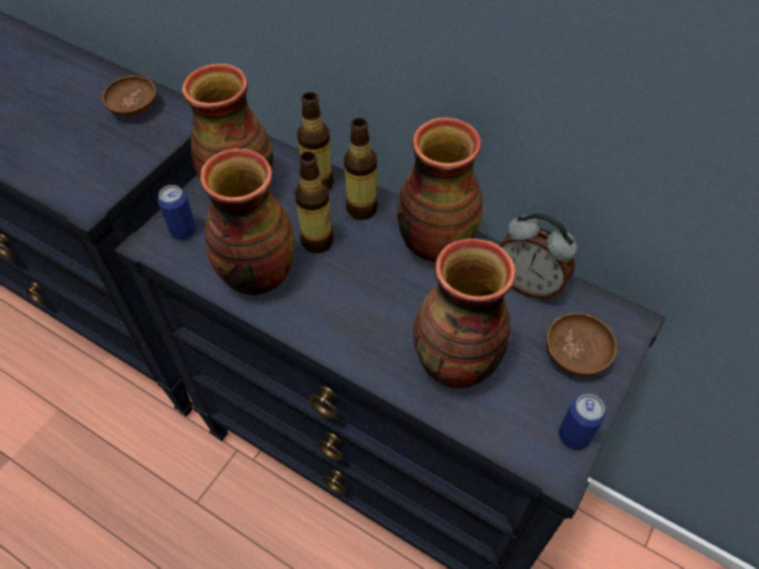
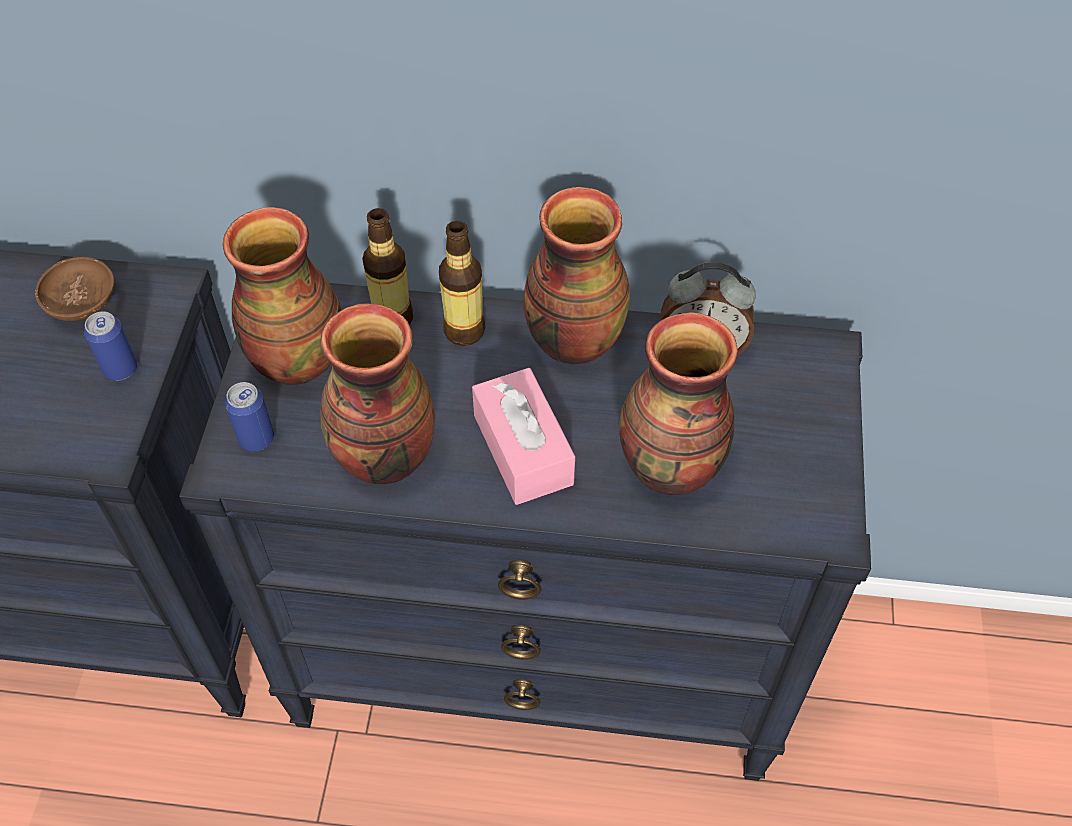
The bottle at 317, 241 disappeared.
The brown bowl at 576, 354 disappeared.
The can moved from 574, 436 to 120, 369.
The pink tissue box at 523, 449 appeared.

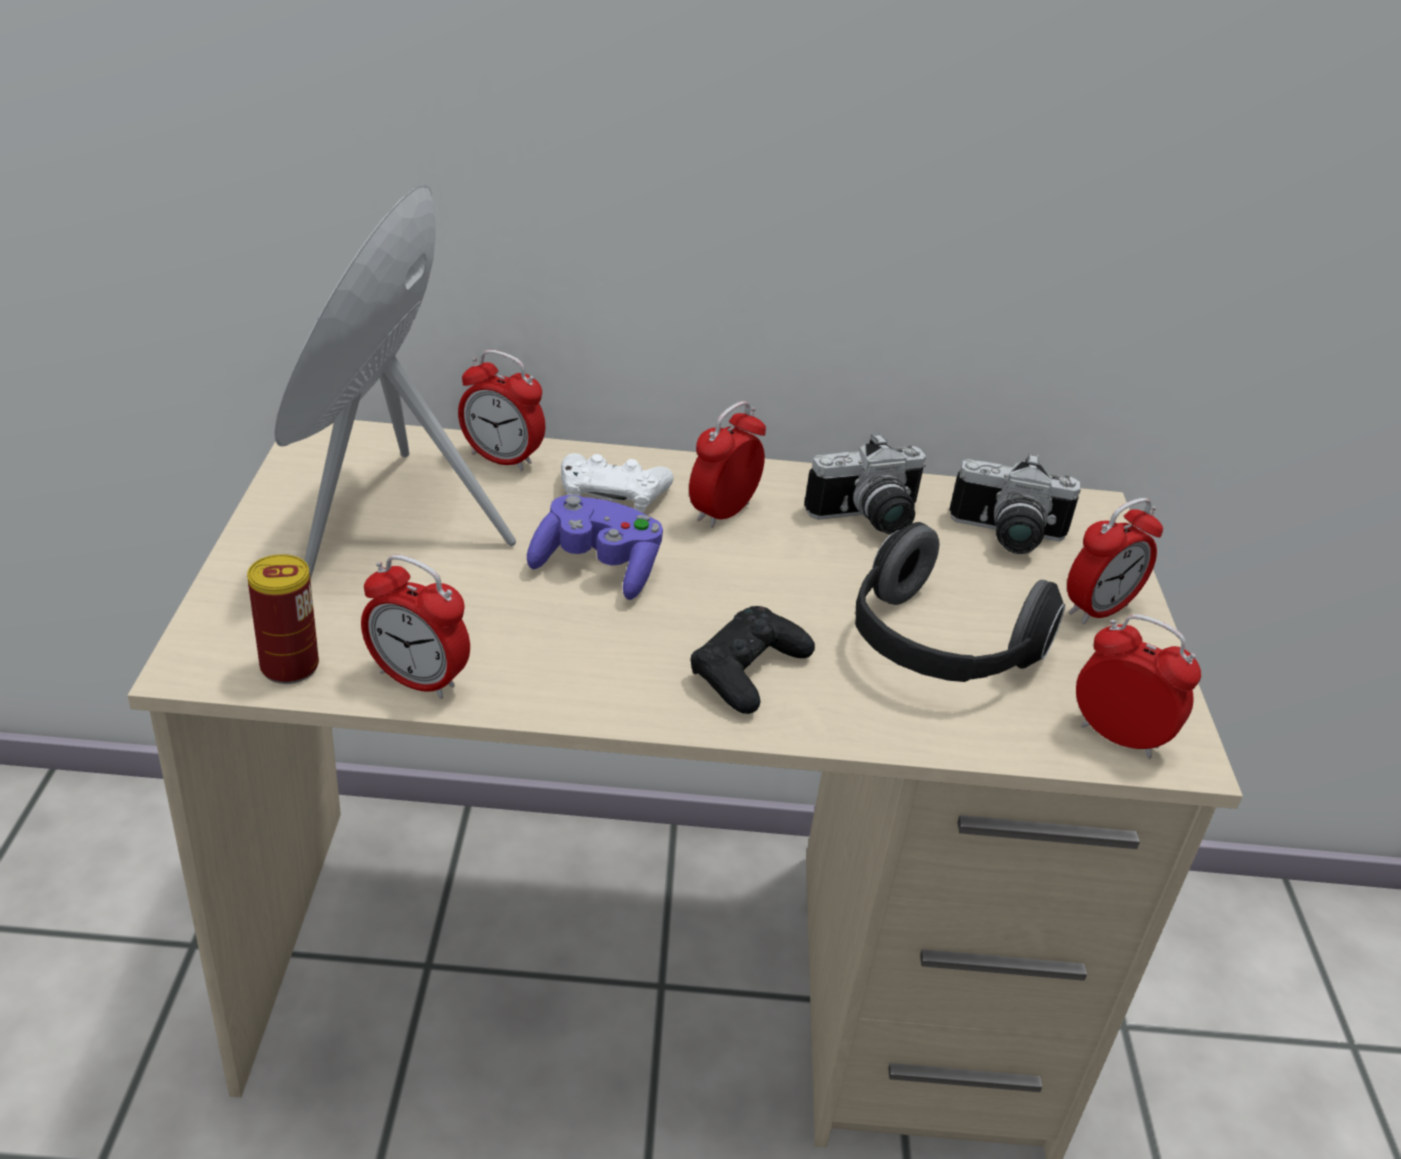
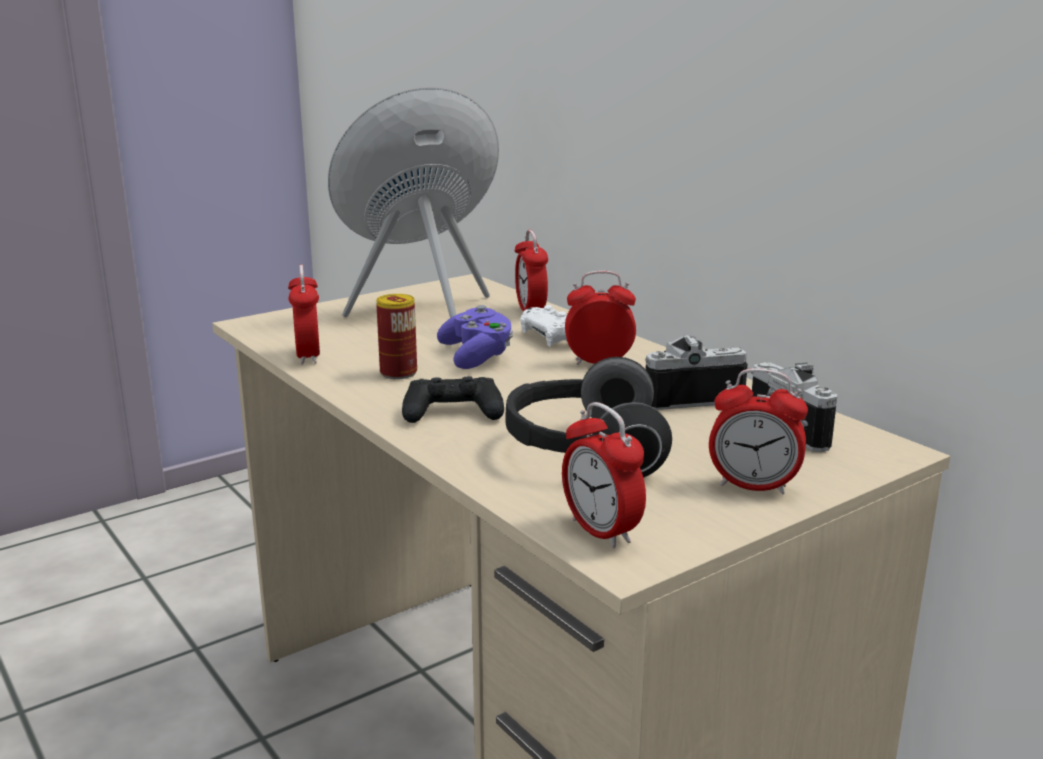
The can moved from 289, 666 to 398, 373.
The photo camera at 869, 520 turned 135 degrees clockwise.
The alarm clock at 1118, 737 turned 150 degrees clockwise.

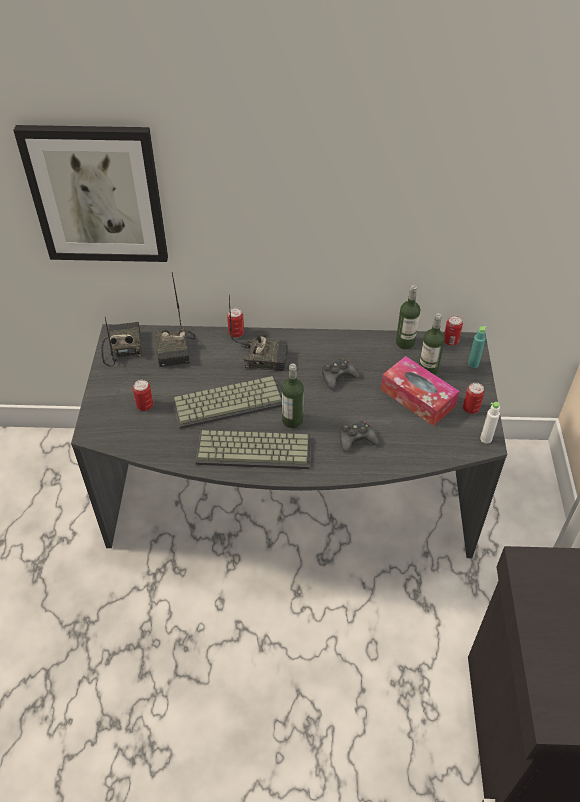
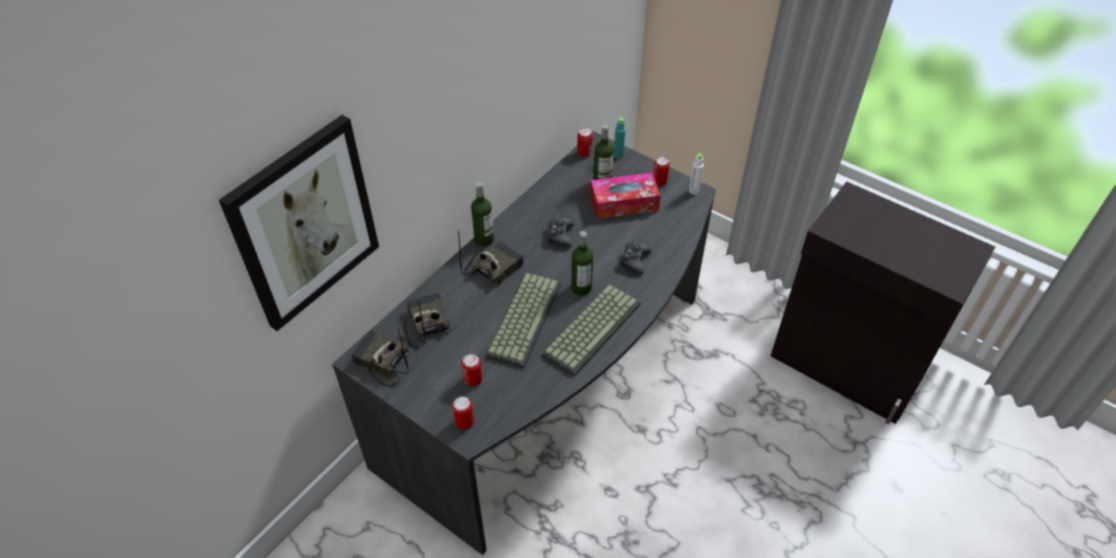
The radio at 176, 350 turned 135 degrees counterclockwise.
The can moved from 236, 333 to 464, 422.
The bottle moved from 405, 343 to 484, 239.

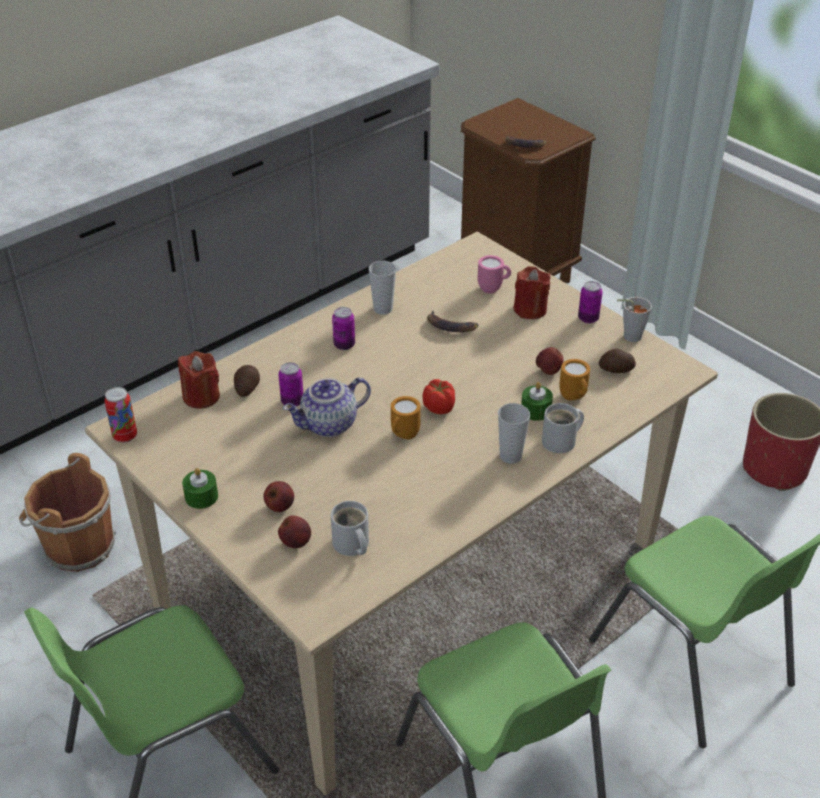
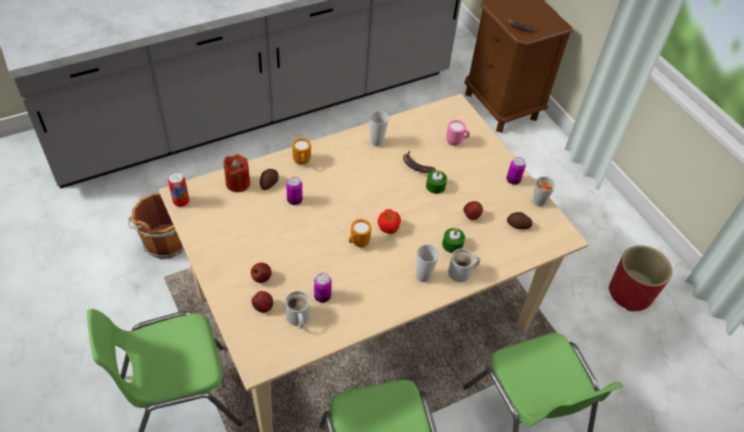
The green candle moved from 201, 496 to 435, 186.
The teapot at 329, 425 disappeared.
The can moved from 344, 345 to 322, 296.
The red candle at 530, 310 disappeared.
The orange mug moved from 574, 398 to 302, 163.

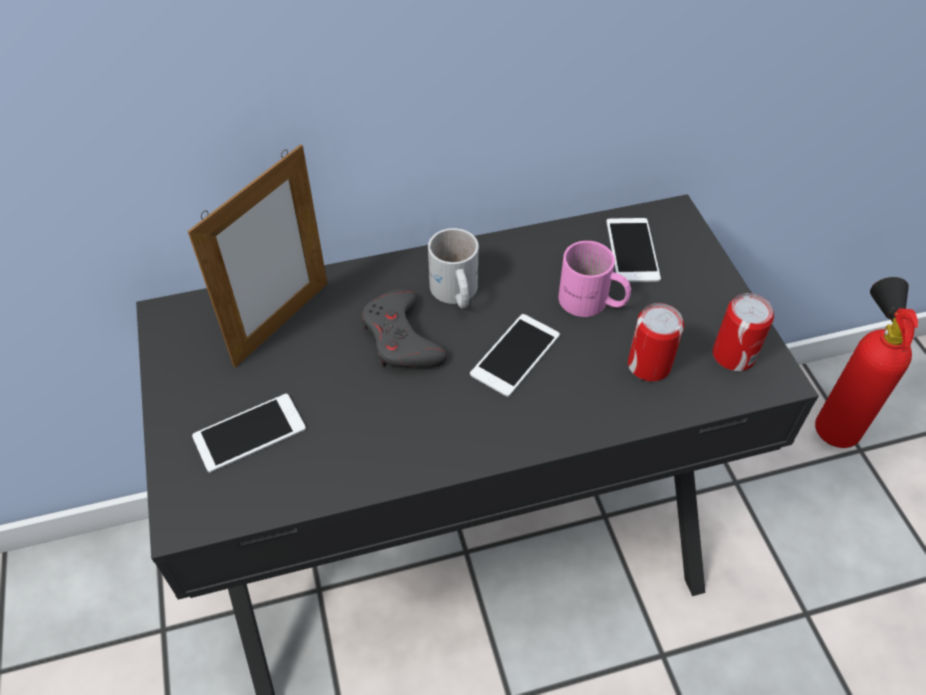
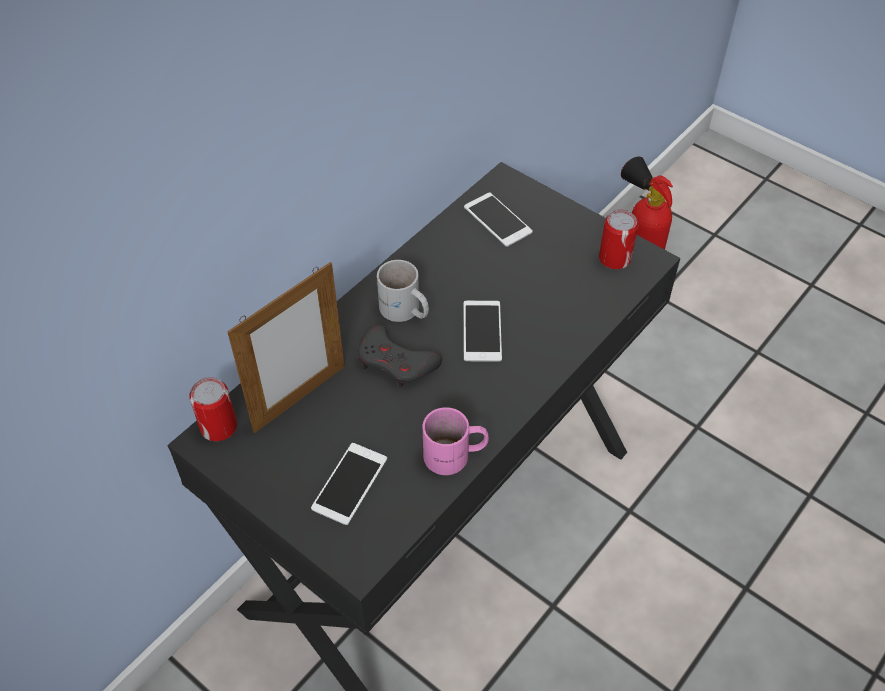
The picture frame at 282, 323 turned 45 degrees clockwise.
The pink mug moved from 591, 303 to 455, 456.
The can moved from 649, 365 to 218, 427.

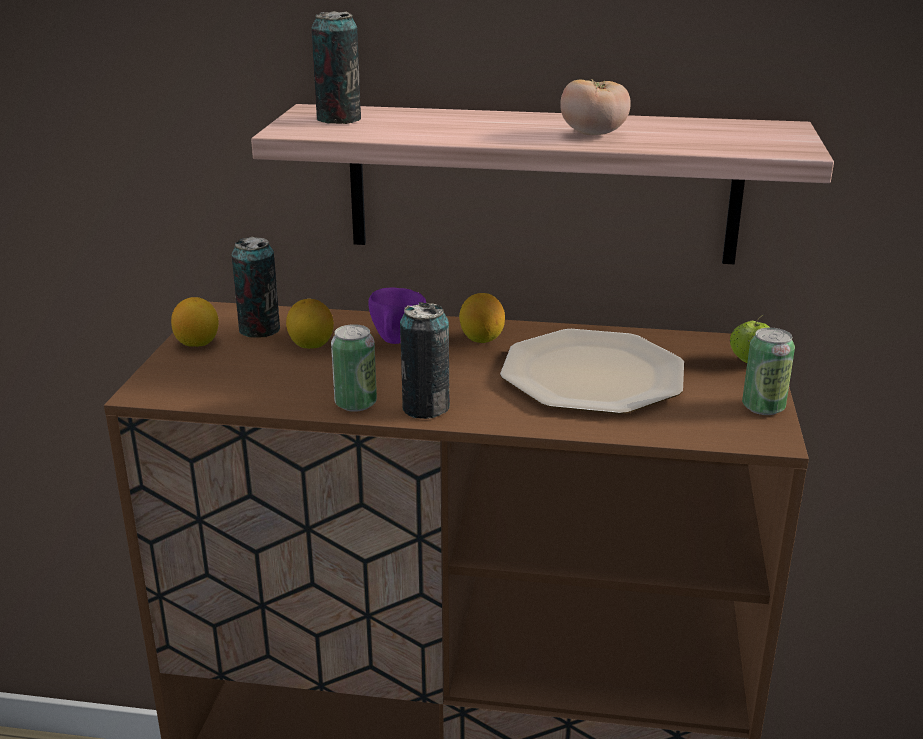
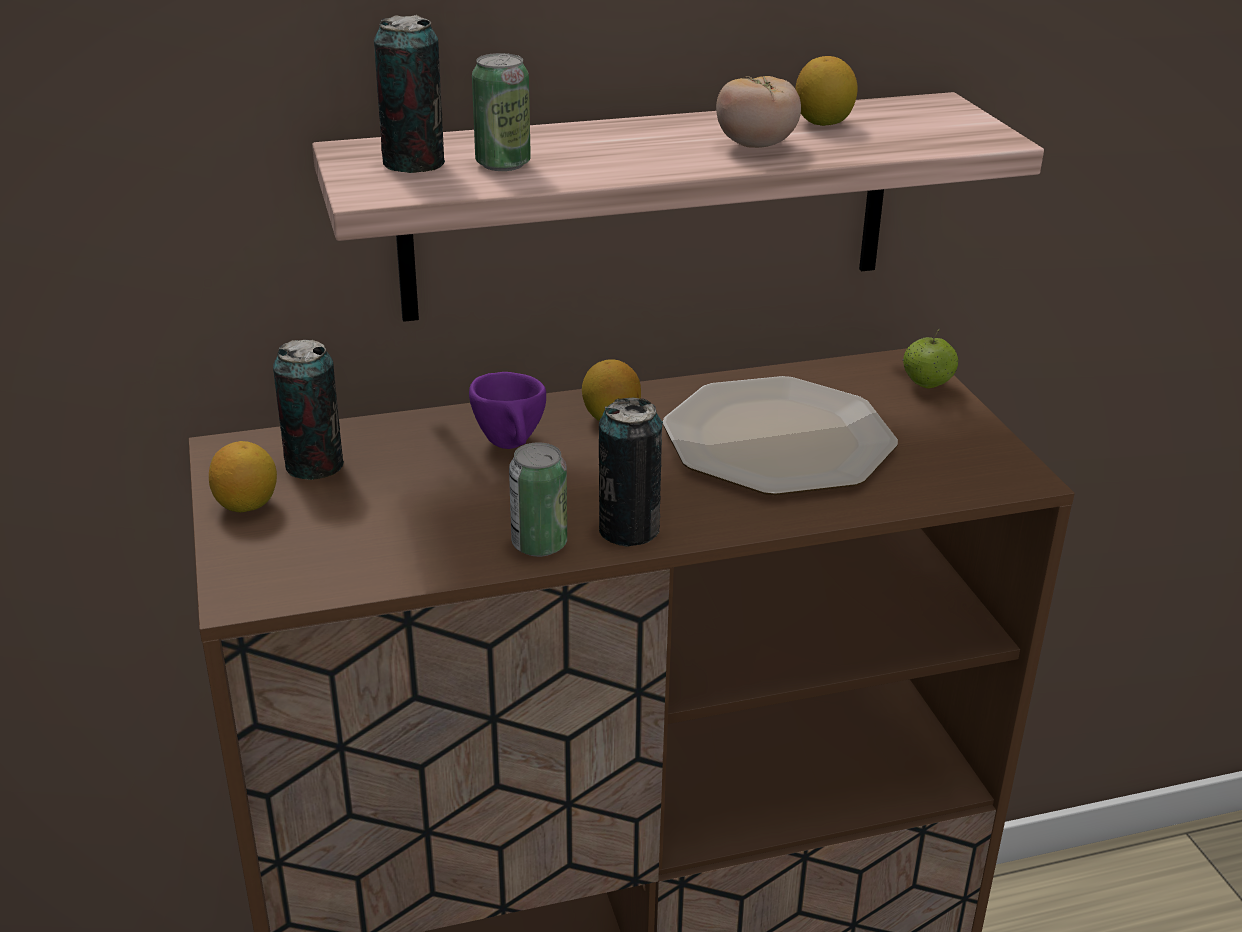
The lemon moved from 311, 345 to 823, 123.
The can moved from 763, 407 to 503, 164.

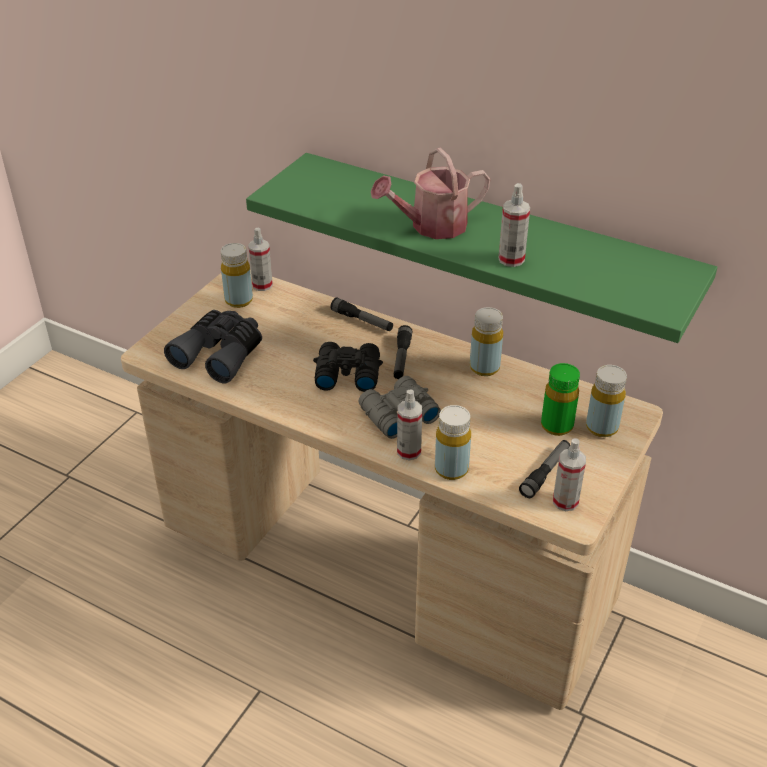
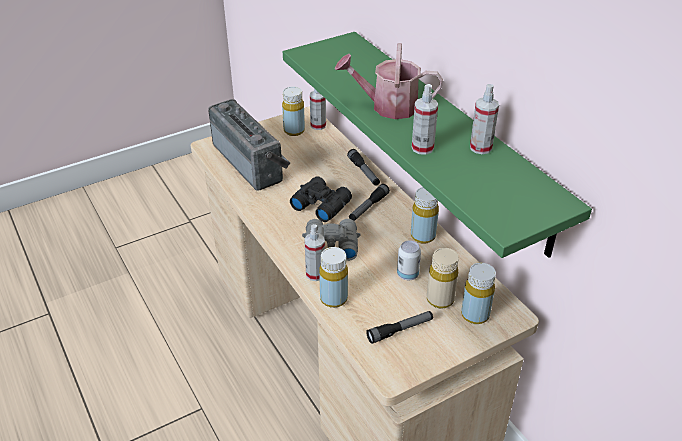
The grey binoculars at 220, 353 was replaced by the radio at 252, 161.
The green bottle at 556, 426 became the beige bottle at 440, 299.
The spray bottle moved from 565, 501 to 480, 148.
The can at 407, 274 appeared.

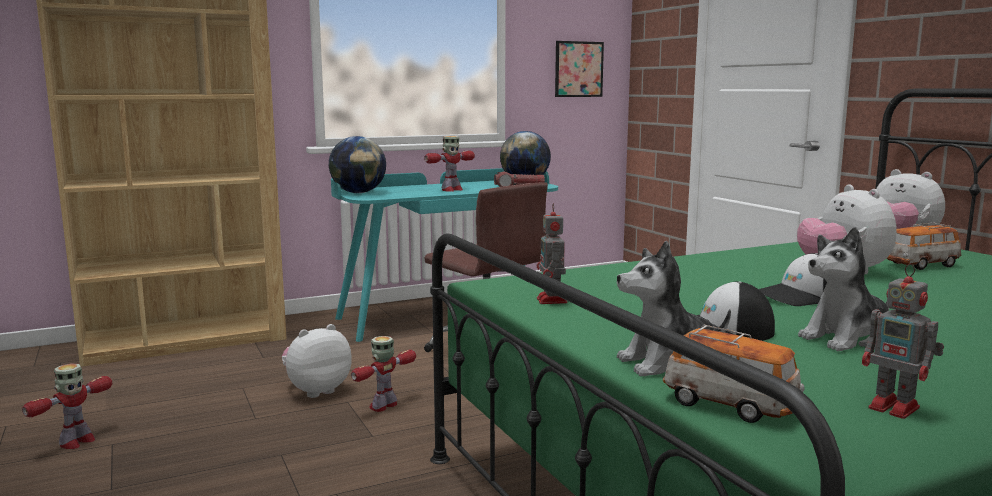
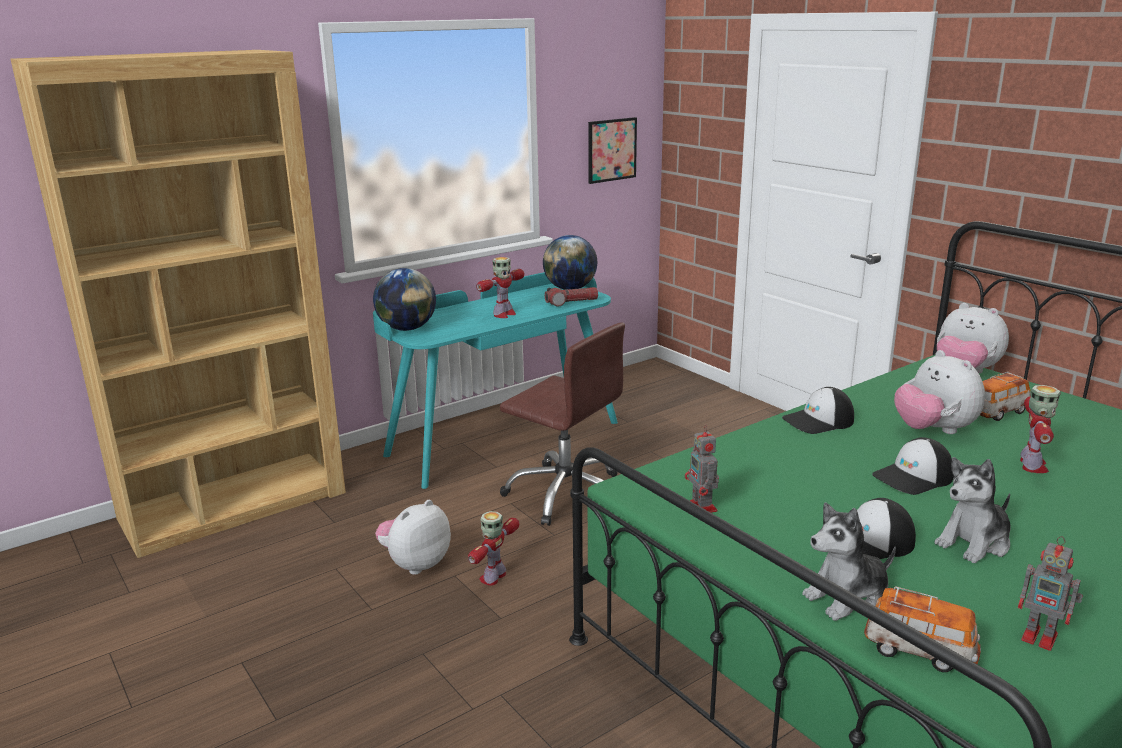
The toy robot moved from 76, 442 to 1032, 466.
The cap at 818, 421 appeared.

